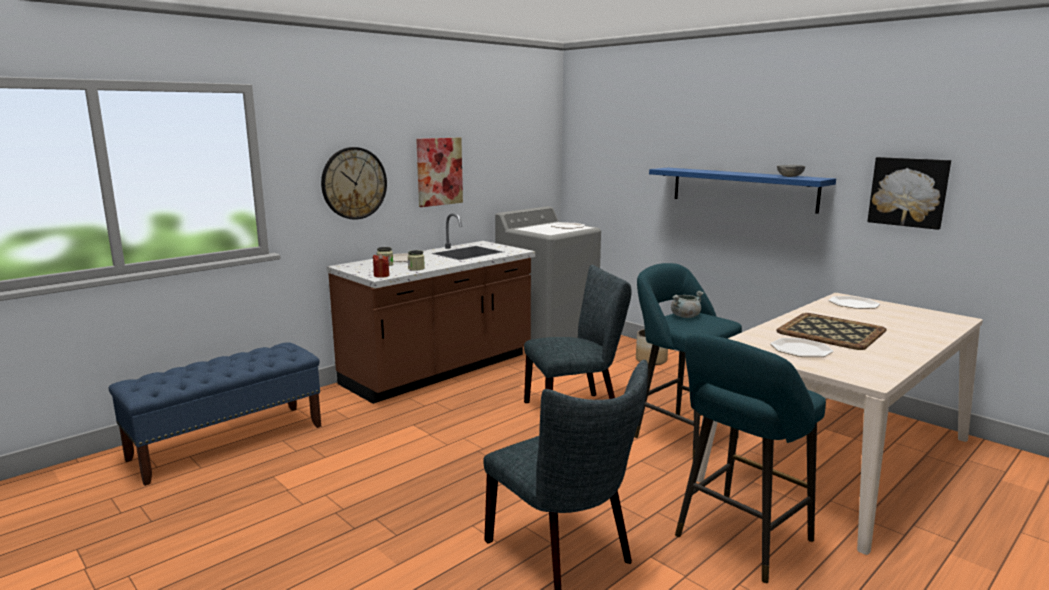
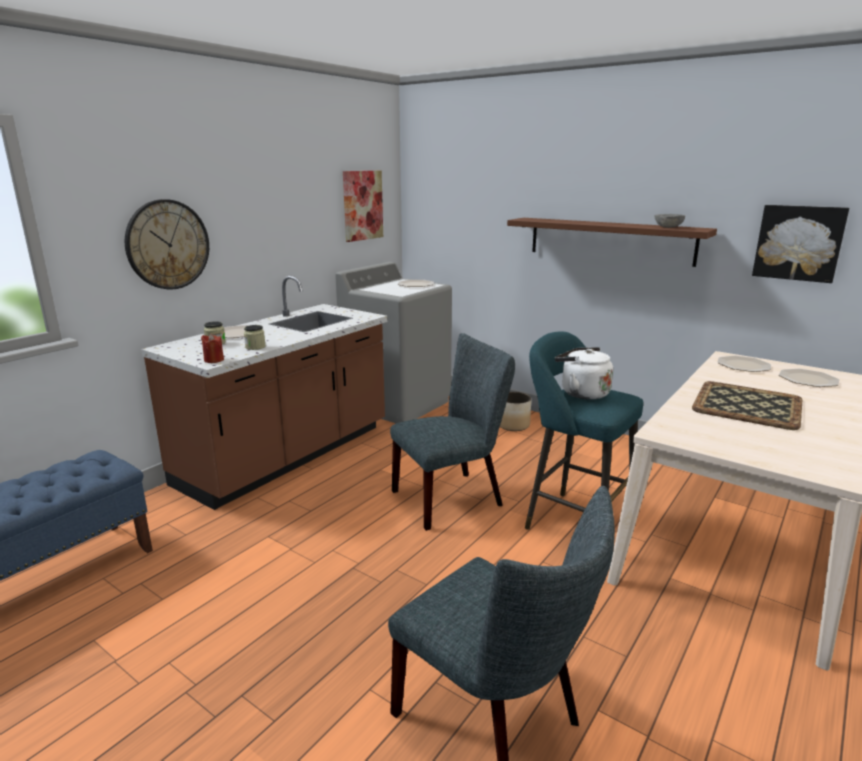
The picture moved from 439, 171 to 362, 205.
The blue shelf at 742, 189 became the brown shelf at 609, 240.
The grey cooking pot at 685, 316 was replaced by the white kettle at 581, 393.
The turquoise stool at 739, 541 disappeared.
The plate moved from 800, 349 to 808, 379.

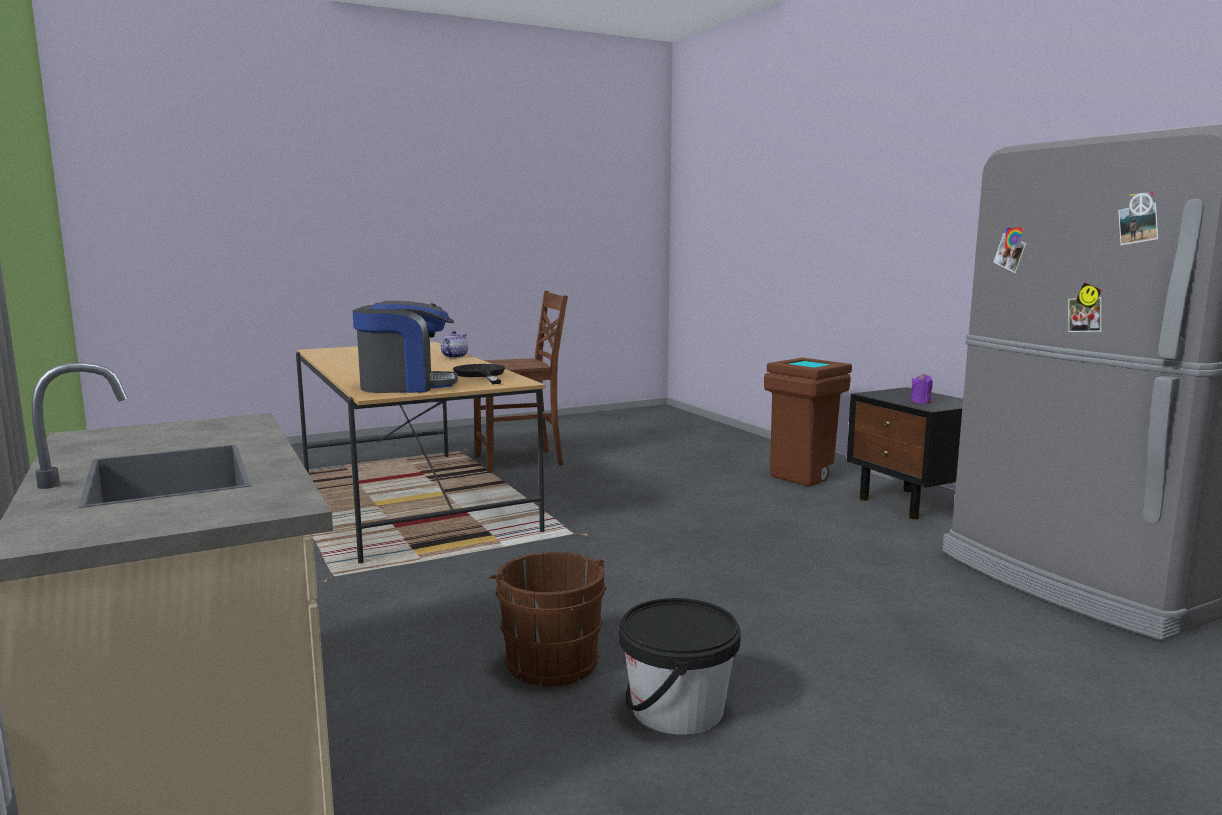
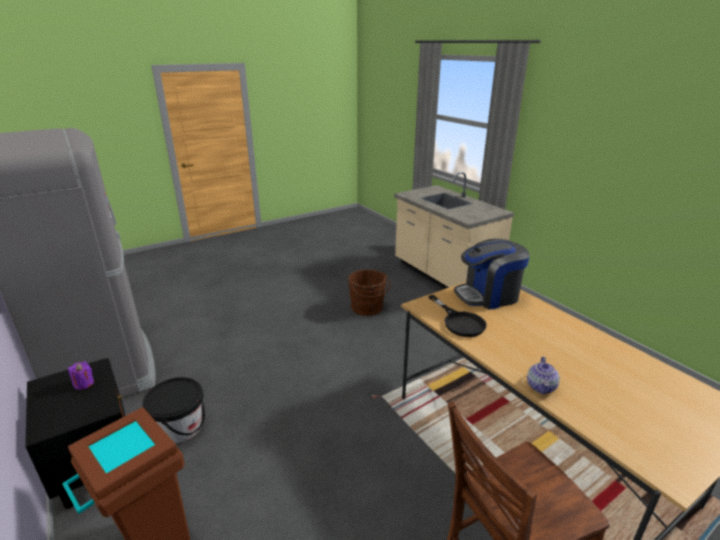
The black bucket moved from 677, 709 to 180, 427.

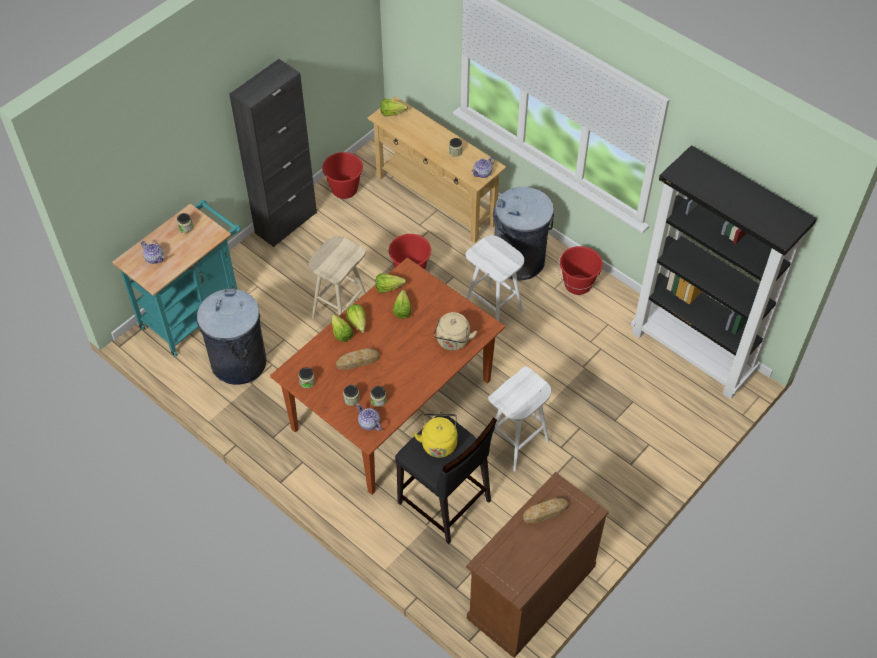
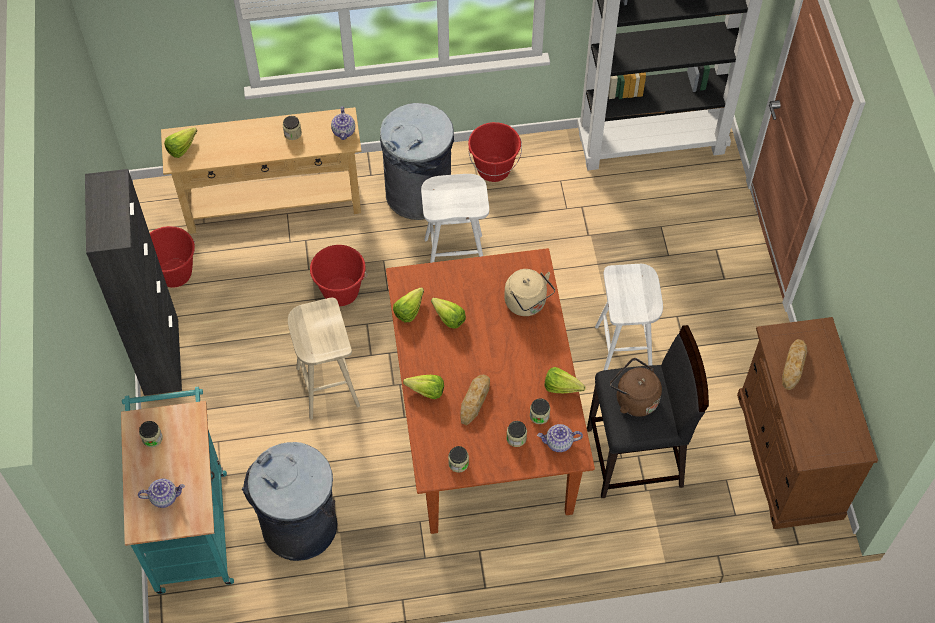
The lettuce moved from 358, 325 to 564, 389.
The yellow kettle at 438, 442 became the brown kettle at 634, 399.

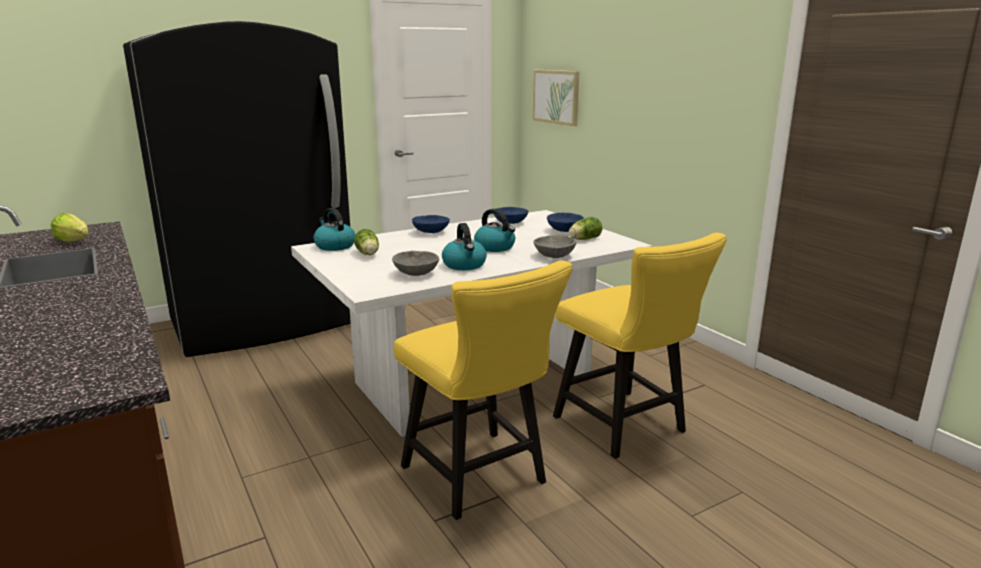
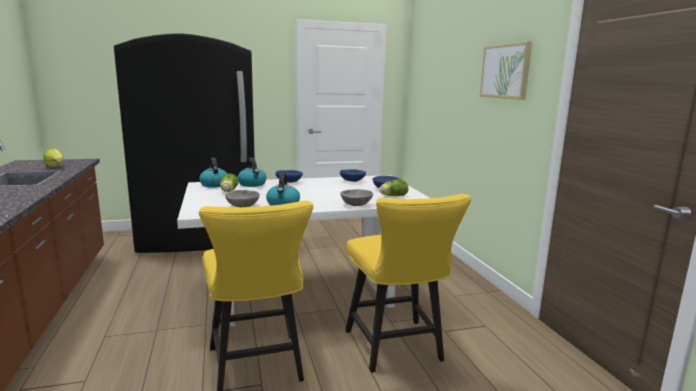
The kettle moved from 495, 247 to 252, 184.
The picture moved from 556, 96 to 505, 71.

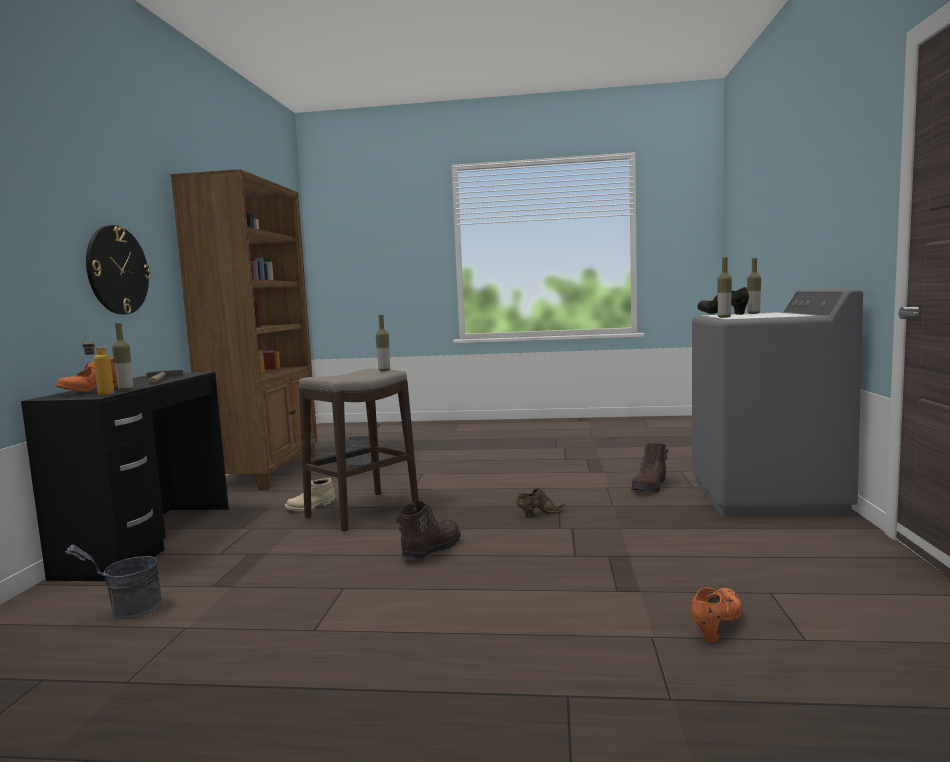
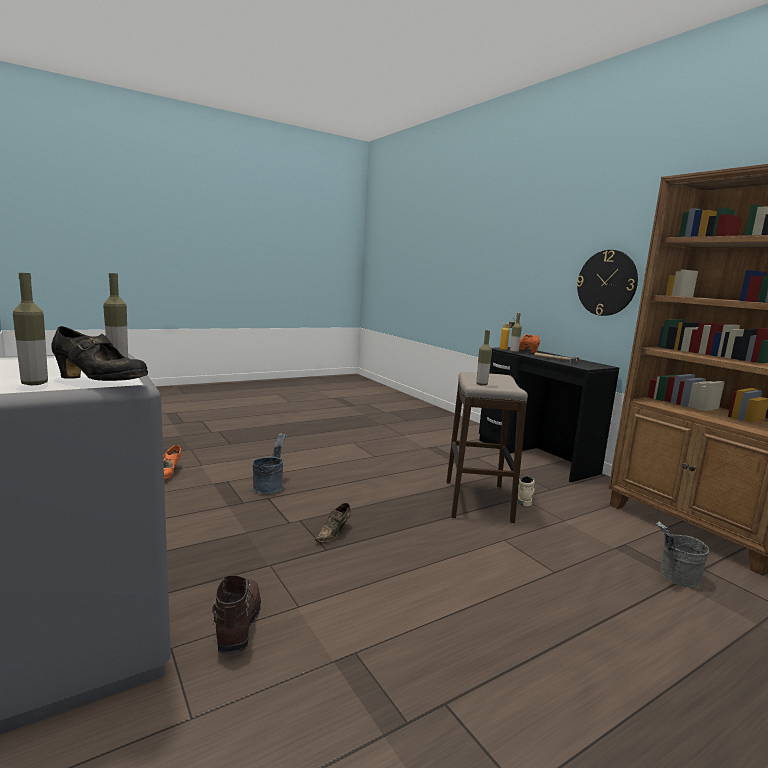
The grey bucket moved from 126, 611 to 270, 486.
The brown boot at 430, 550 disappeared.

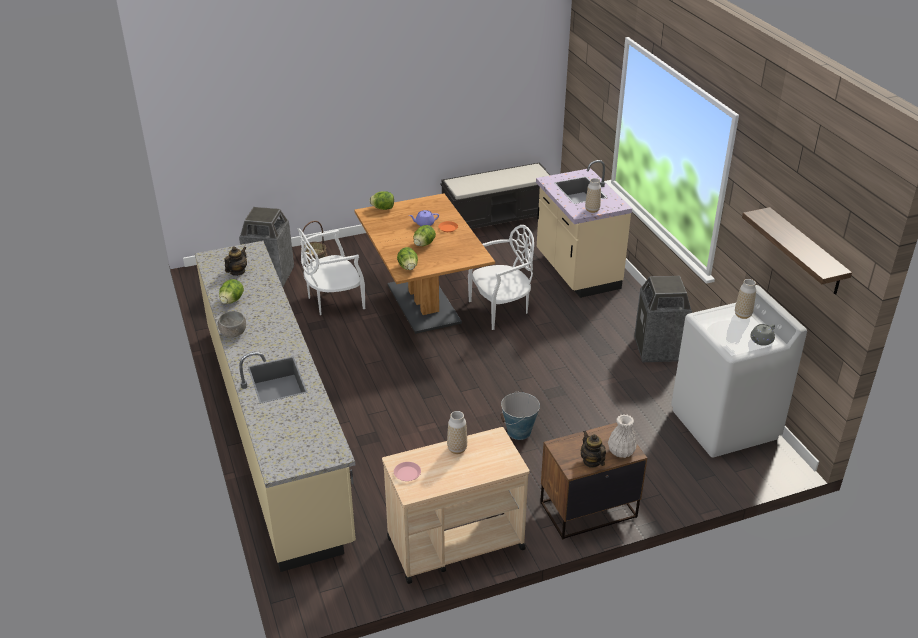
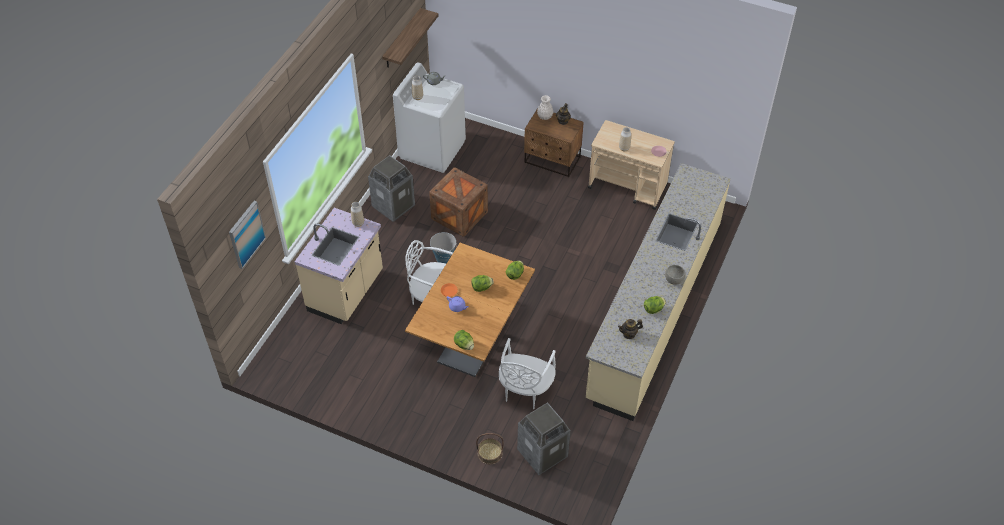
The white chair at 333, 301 turned 90 degrees clockwise.
The black bench at 497, 219 disappeared.
The bucket moved from 519, 432 to 444, 258.
The picture at 246, 234 appeared.
The crate at 459, 215 appeared.

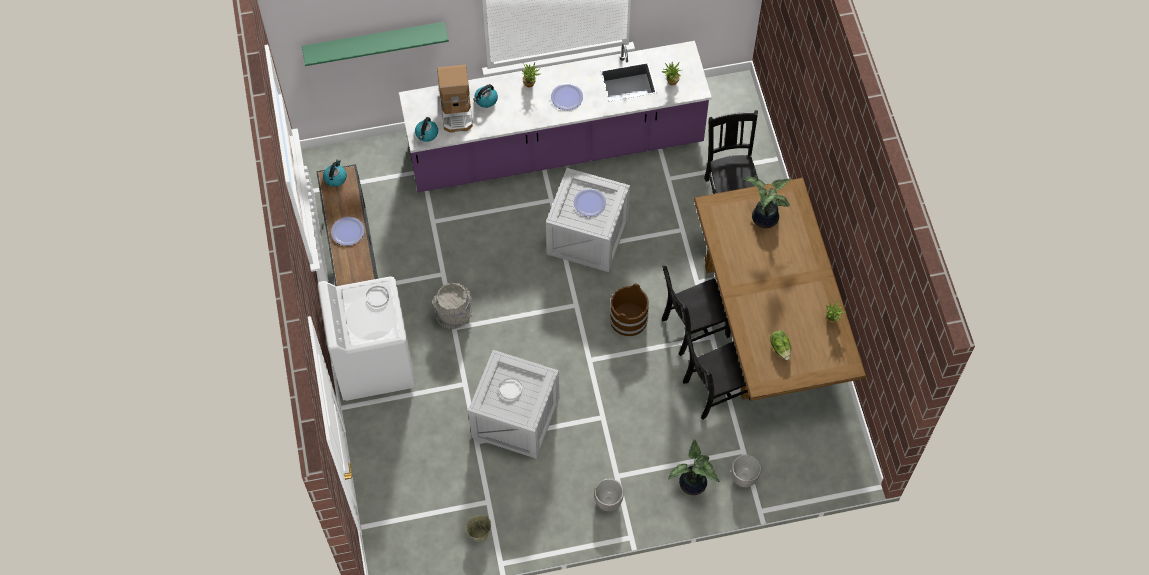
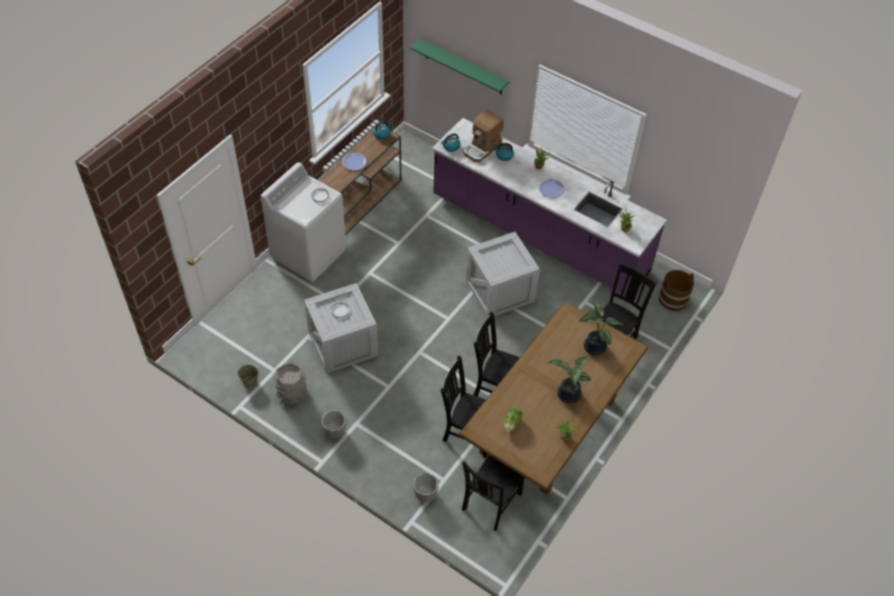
The grey bucket moved from 454, 315 to 292, 393.
The plate at 589, 203 disappeared.
The brown bucket moved from 628, 319 to 673, 299.
The potted plant moved from 692, 485 to 567, 395.
The black chair at 490, 503 appeared.

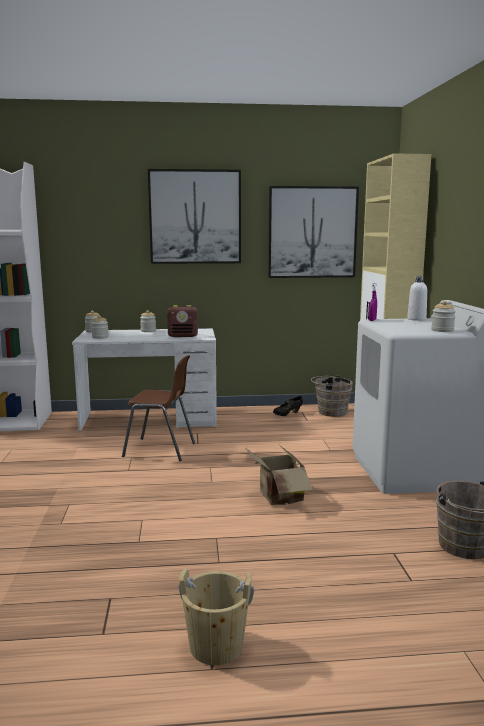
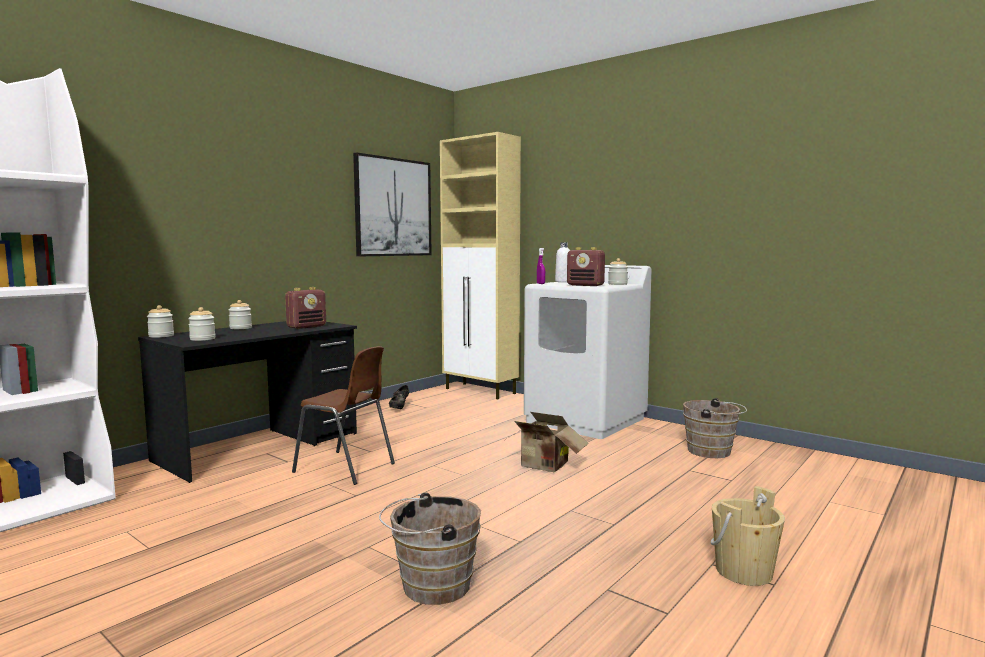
The white desk at 150, 420 became the black desk at 260, 447.
The brown chair at 160, 450 turned 60 degrees clockwise.
The picture at 195, 217 disappeared.
The brown bucket moved from 330, 412 to 430, 586.
The radio at 585, 285 appeared.

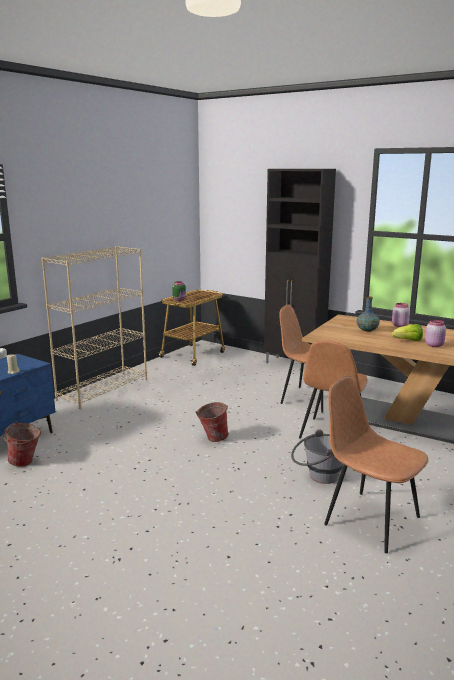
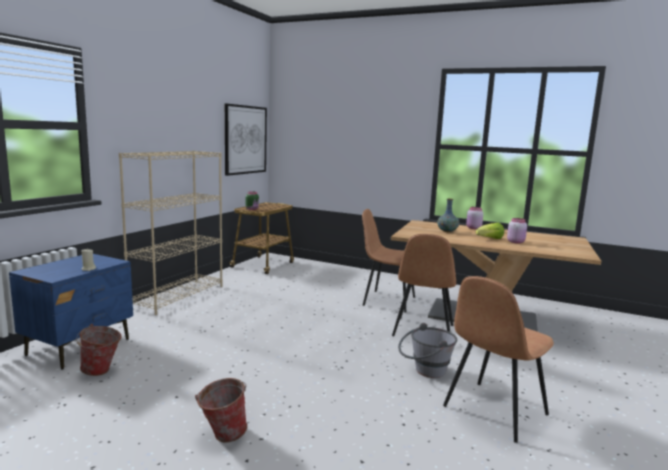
The bucket moved from 212, 438 to 222, 435.
The black cabinet at 294, 365 disappeared.
The brown chair at 370, 519 turned 75 degrees counterclockwise.
The picture at 245, 140 appeared.

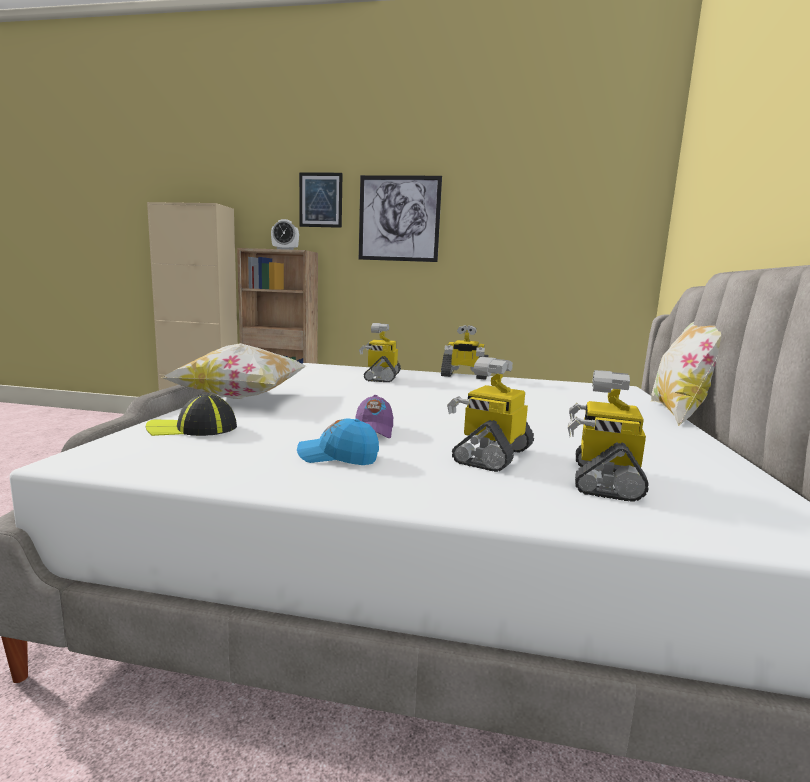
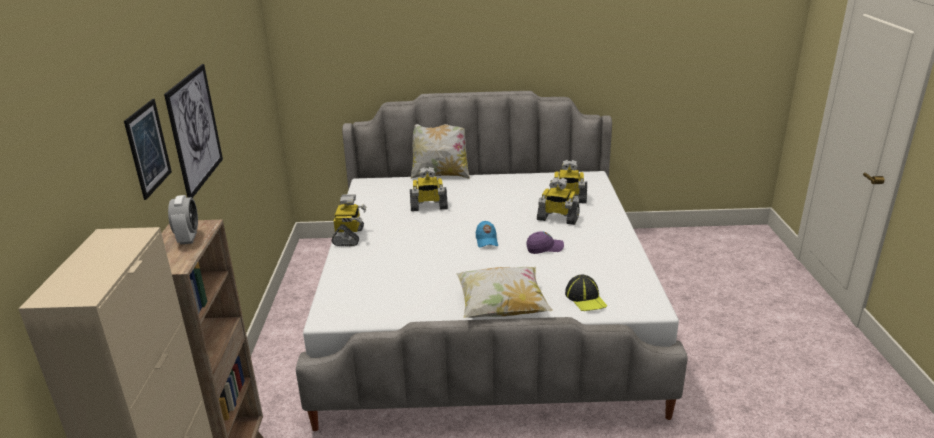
The blue cap moved from 338, 457 to 486, 241.
The toy robot moved from 381, 377 to 428, 206.

